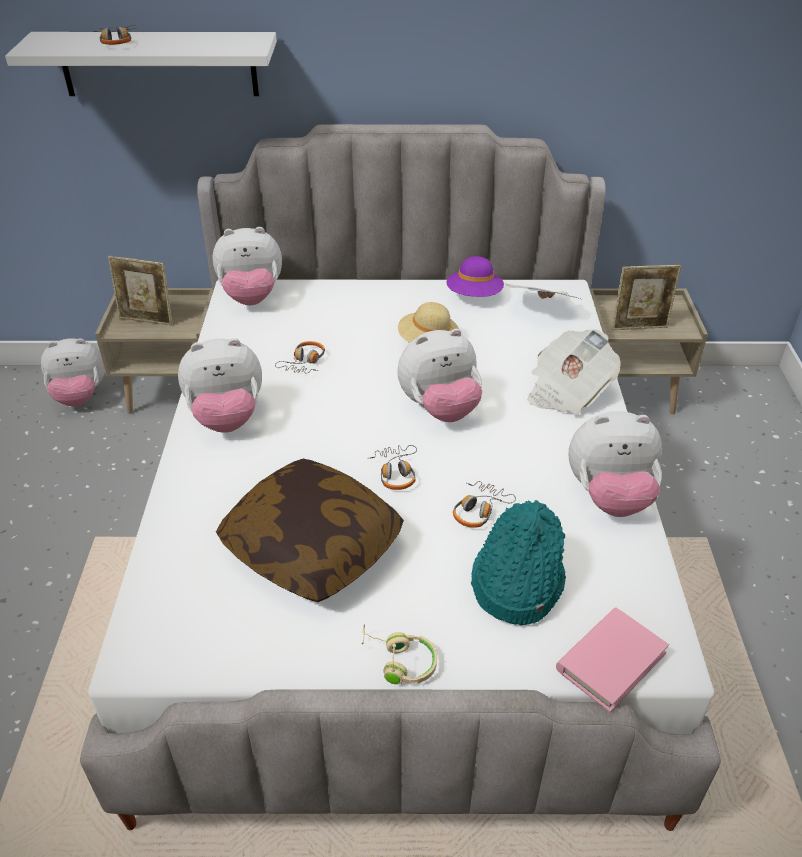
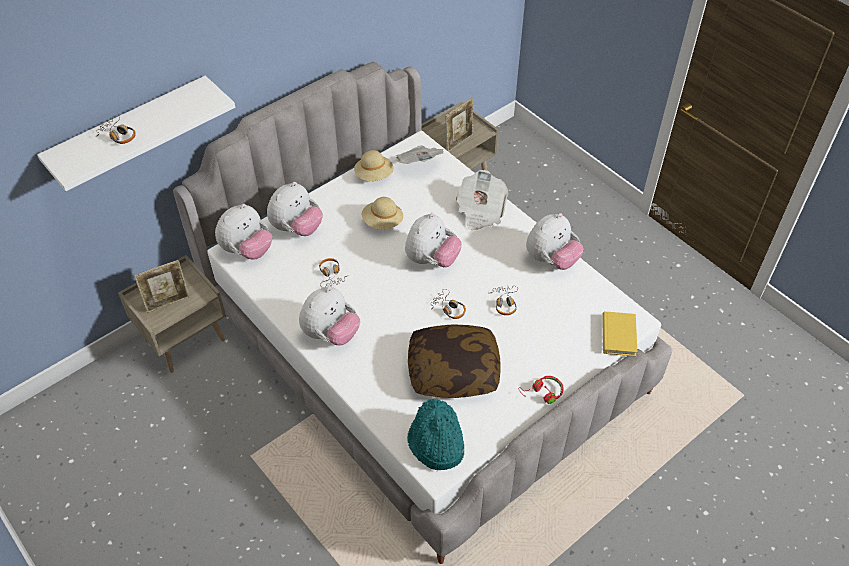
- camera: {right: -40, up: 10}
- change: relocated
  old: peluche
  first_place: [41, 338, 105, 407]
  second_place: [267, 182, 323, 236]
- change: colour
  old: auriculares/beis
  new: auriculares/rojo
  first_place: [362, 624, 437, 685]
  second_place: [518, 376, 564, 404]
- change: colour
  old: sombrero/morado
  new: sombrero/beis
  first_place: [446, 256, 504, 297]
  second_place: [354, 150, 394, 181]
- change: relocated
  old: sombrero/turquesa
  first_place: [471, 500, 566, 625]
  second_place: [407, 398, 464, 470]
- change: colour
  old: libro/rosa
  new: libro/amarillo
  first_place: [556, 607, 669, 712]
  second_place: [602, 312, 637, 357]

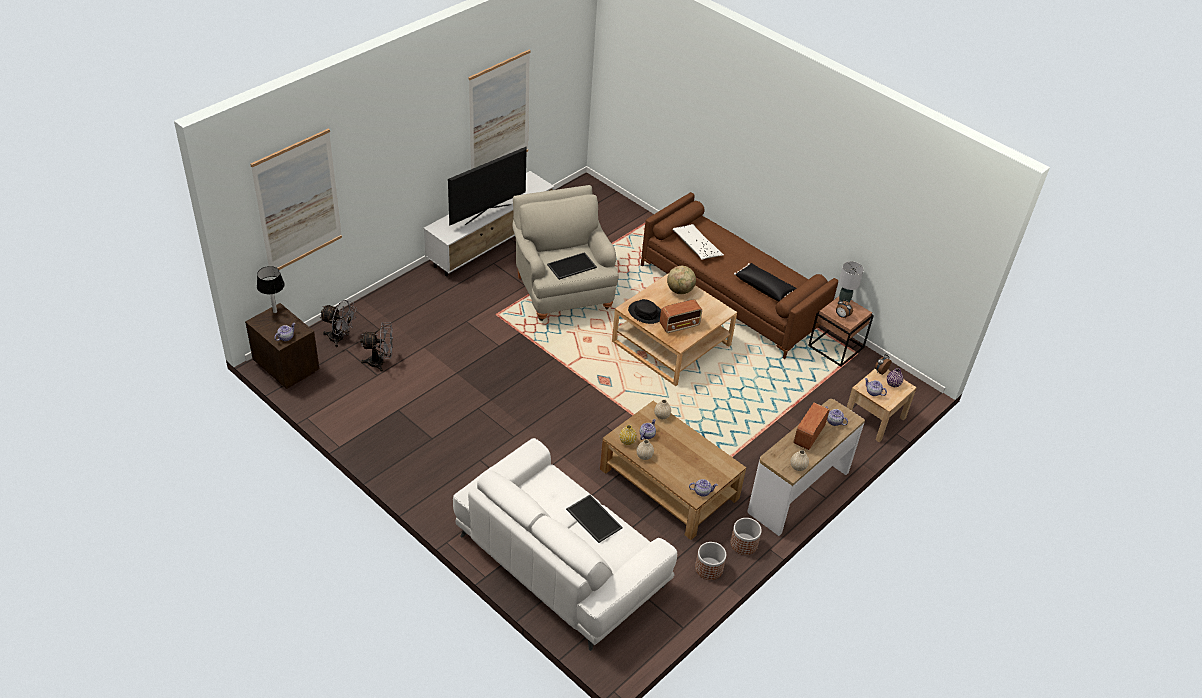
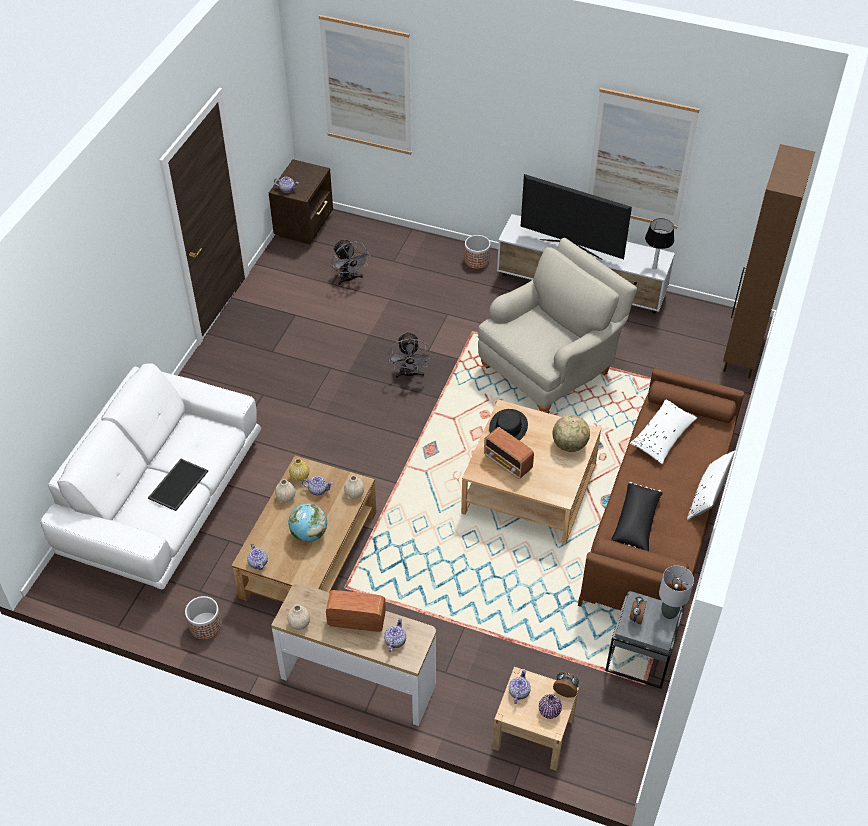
- camera: {right: 70, up: 5}
- change: relocated
  old: lámpara de mesa
  first_place: [257, 266, 285, 313]
  second_place: [645, 218, 674, 269]
- change: relocated
  old: ventilador/gris
  first_place: [320, 300, 357, 347]
  second_place: [389, 331, 431, 378]
- change: missing
  old: bandeja
  first_place: [547, 252, 597, 280]
- change: relocated
  old: maceta
  first_place: [731, 518, 762, 555]
  second_place: [464, 235, 490, 269]
- change: colour
  old: mesa auxiliar/marrón
  new: mesa auxiliar/gris
  first_place: [808, 296, 874, 367]
  second_place: [605, 591, 684, 689]
- change: appeared
  new: globo terráqueo
  second_place: [288, 503, 327, 542]
- change: appeared
  new: cojín/blanco
  second_place: [687, 450, 735, 520]
- change: appeared
  new: armario/marrón
  second_place: [723, 144, 815, 378]

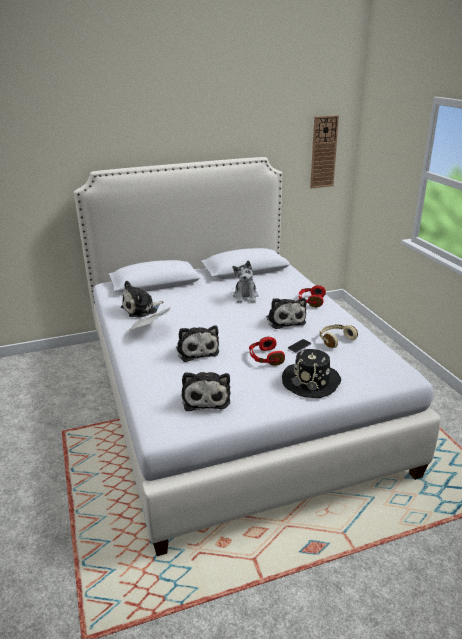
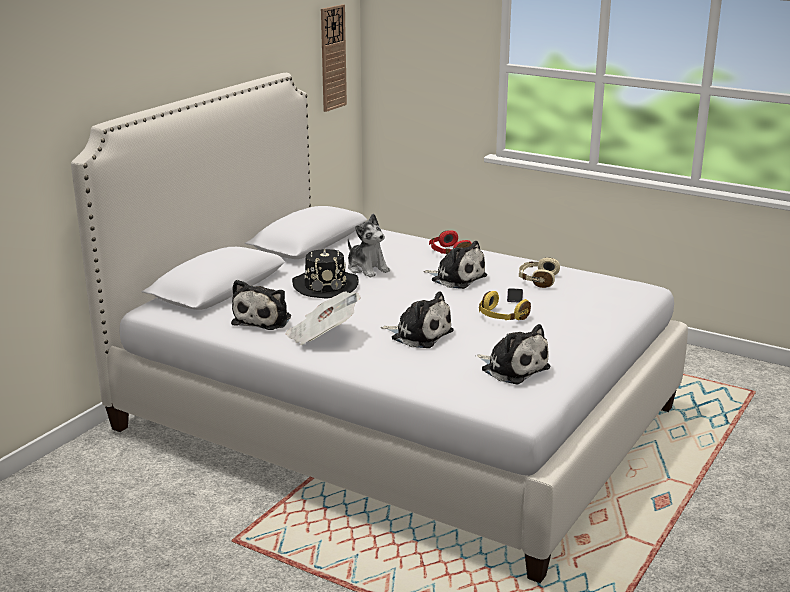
- camera: {right: -40, up: -5}
- change: colour
  old: auriculares/rojo
  new: auriculares/amarillo
  first_place: [249, 337, 285, 366]
  second_place: [479, 291, 531, 320]
- change: relocated
  old: sombrero/negro
  first_place: [282, 349, 341, 398]
  second_place: [292, 249, 359, 299]

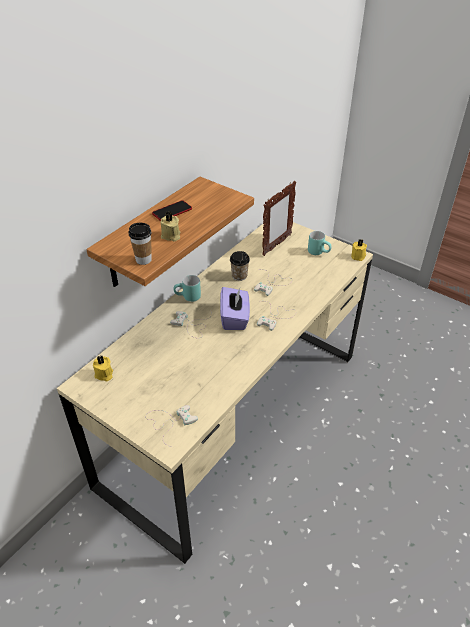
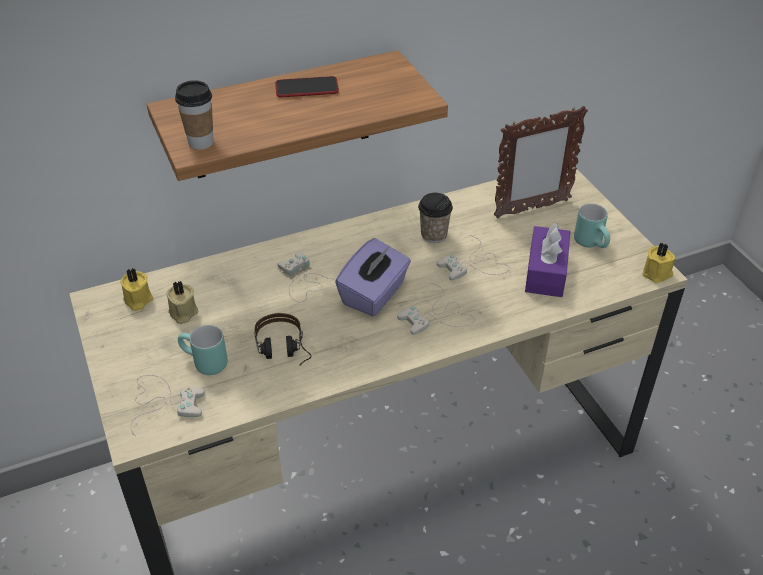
- camera: {right: 30, up: 0}
- change: relocated
  old: vela/beis
  first_place: [160, 211, 180, 241]
  second_place: [167, 281, 198, 324]
- change: relocated
  old: taza grande/turquesa
  first_place: [173, 275, 201, 302]
  second_place: [178, 325, 228, 375]
- change: appeared
  new: auriculares
  second_place: [255, 313, 311, 365]
- change: appeared
  new: caja de pañuelos/morado
  second_place: [525, 223, 570, 297]

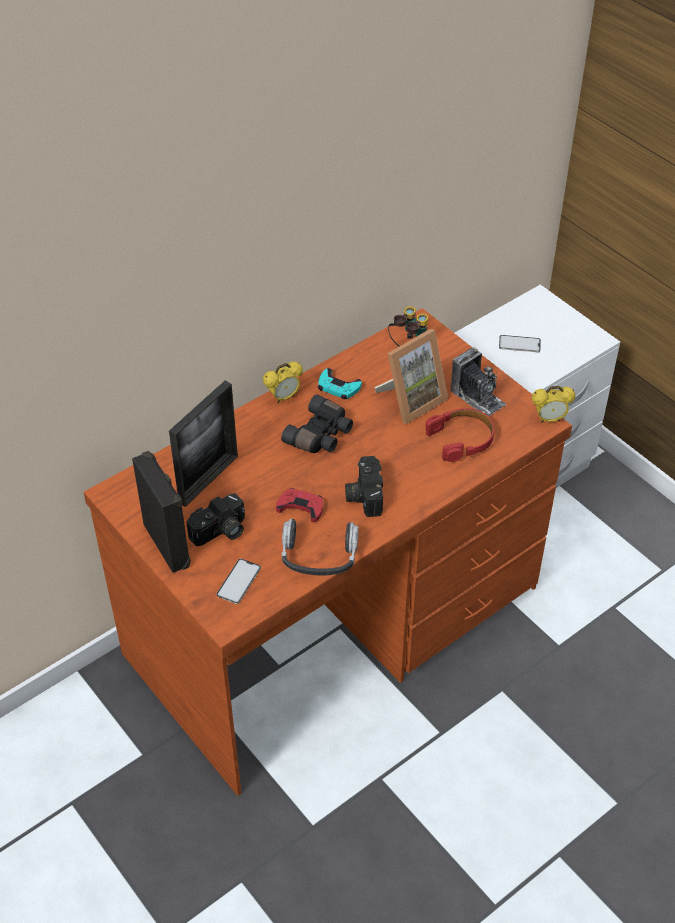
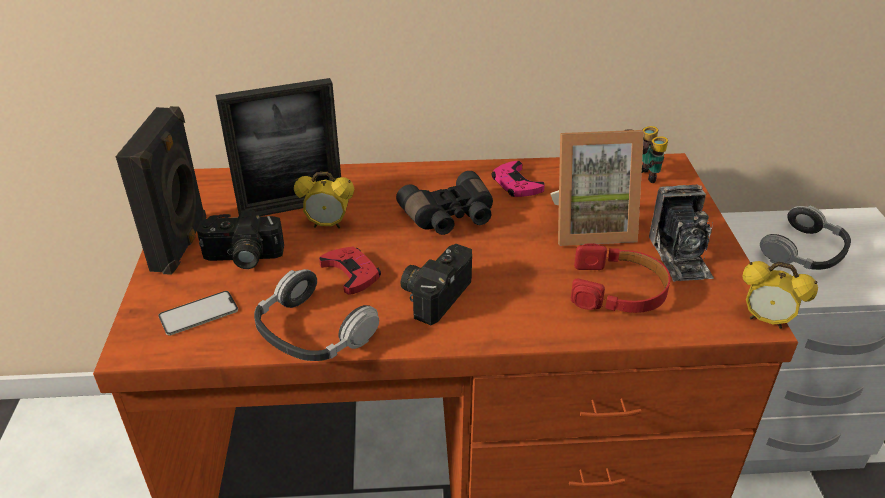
- camera: {right: 35, up: -10}
- change: relocated
  old: despertador
  first_place: [263, 362, 303, 403]
  second_place: [294, 172, 354, 229]
- change: colour
  old: mando de consola/turquesa
  new: mando de consola/rosa
  first_place: [318, 368, 362, 399]
  second_place: [491, 161, 545, 197]
- change: exchanged
  old: móvil
  new: auriculares
  first_place: [499, 335, 541, 352]
  second_place: [760, 206, 851, 270]

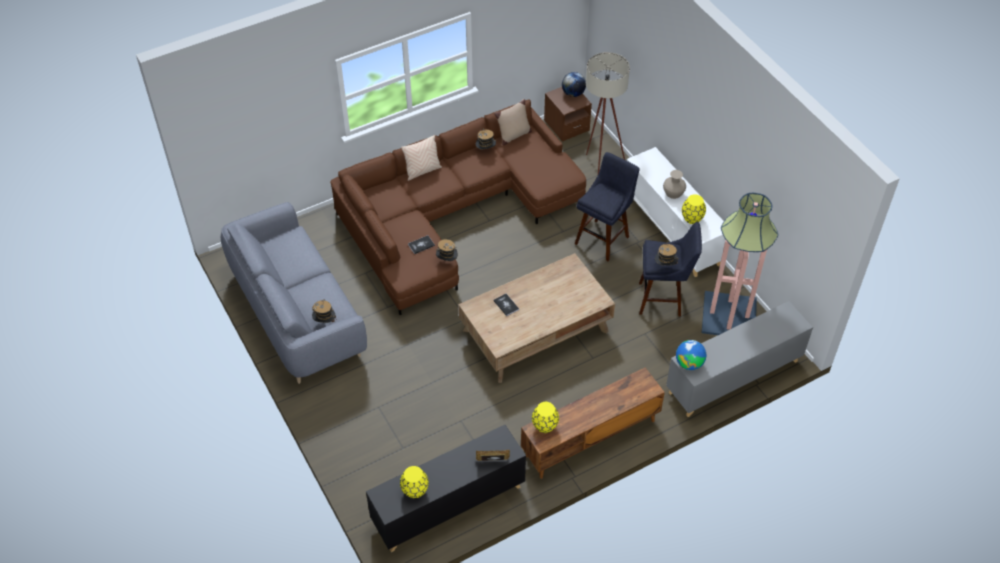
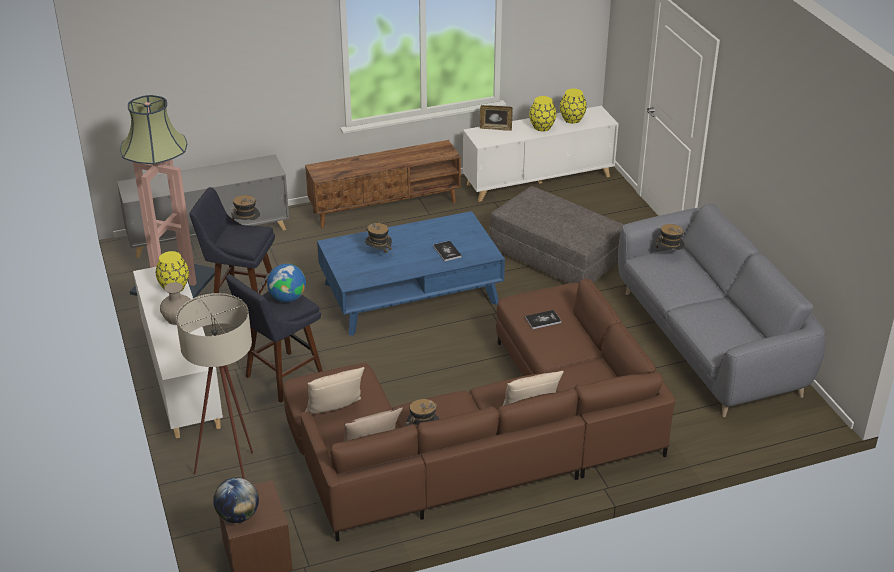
- camera: {right: -170, up: -15}
- change: colour
  old: armario/negro
  new: armario/blanco
  first_place: [366, 425, 526, 552]
  second_place: [463, 106, 619, 202]
- change: relocated
  old: sombrero
  first_place: [436, 239, 458, 261]
  second_place: [365, 221, 392, 253]
- change: colour
  old: mesa de centro/marrón
  new: mesa de centro/azul
  first_place: [458, 253, 615, 383]
  second_place: [317, 211, 505, 336]
- change: relocated
  old: florero/amarillo
  first_place: [532, 402, 559, 433]
  second_place: [529, 96, 556, 131]
- change: relocated
  old: globo terráqueo
  first_place: [676, 340, 706, 370]
  second_place: [267, 264, 306, 302]
- change: appeared
  new: cojín/beis
  second_place: [305, 367, 364, 414]
- change: appeared
  new: puf/gris
  second_place: [490, 186, 623, 283]

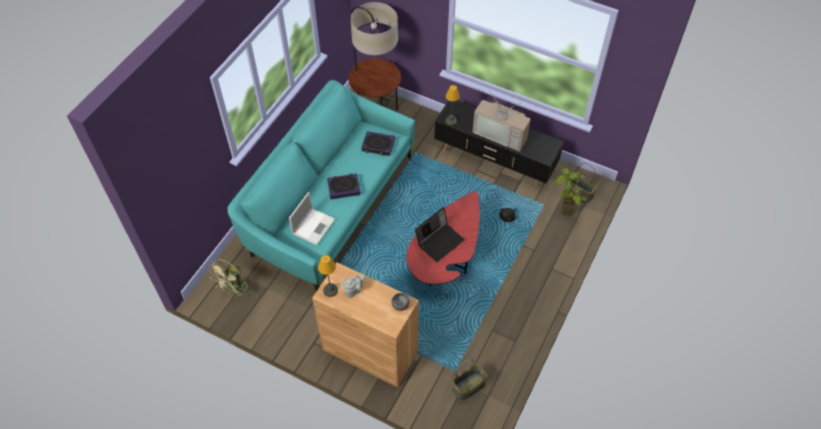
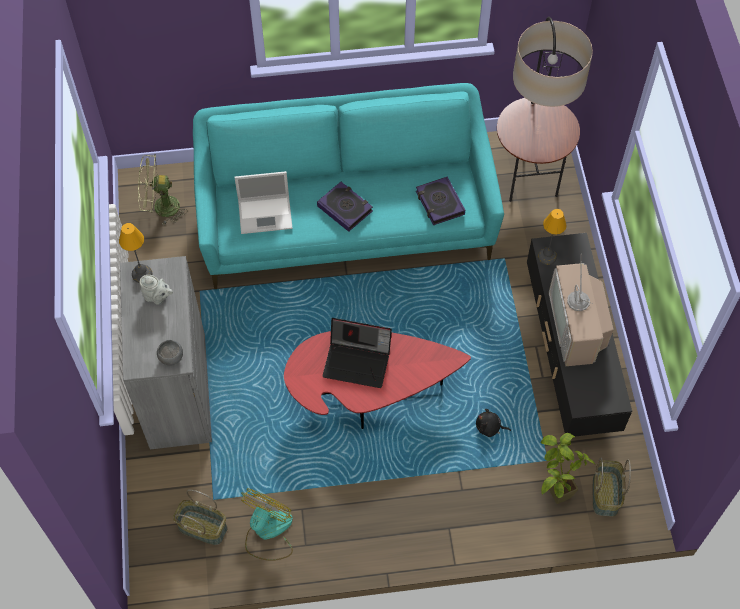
- camera: {right: 55, up: 5}
- change: colour
  old: armario/marrón
  new: armario/gris
  first_place: [312, 262, 419, 387]
  second_place: [120, 256, 212, 449]
- change: appeared
  new: ventilador
  second_place: [241, 488, 293, 561]

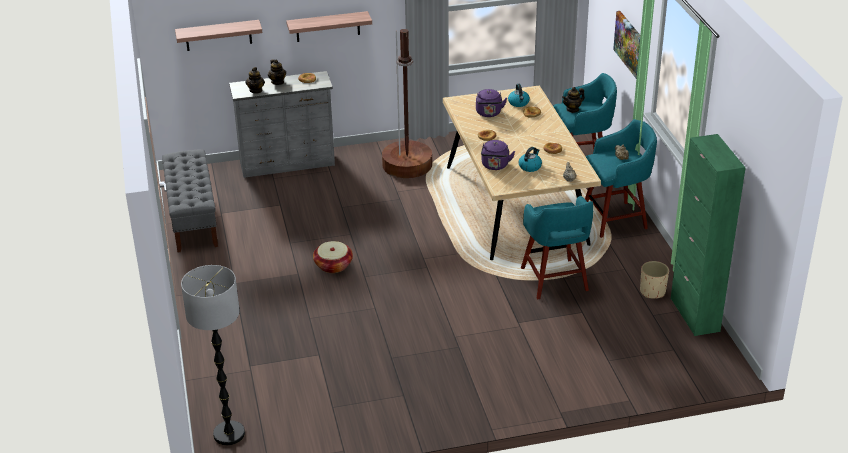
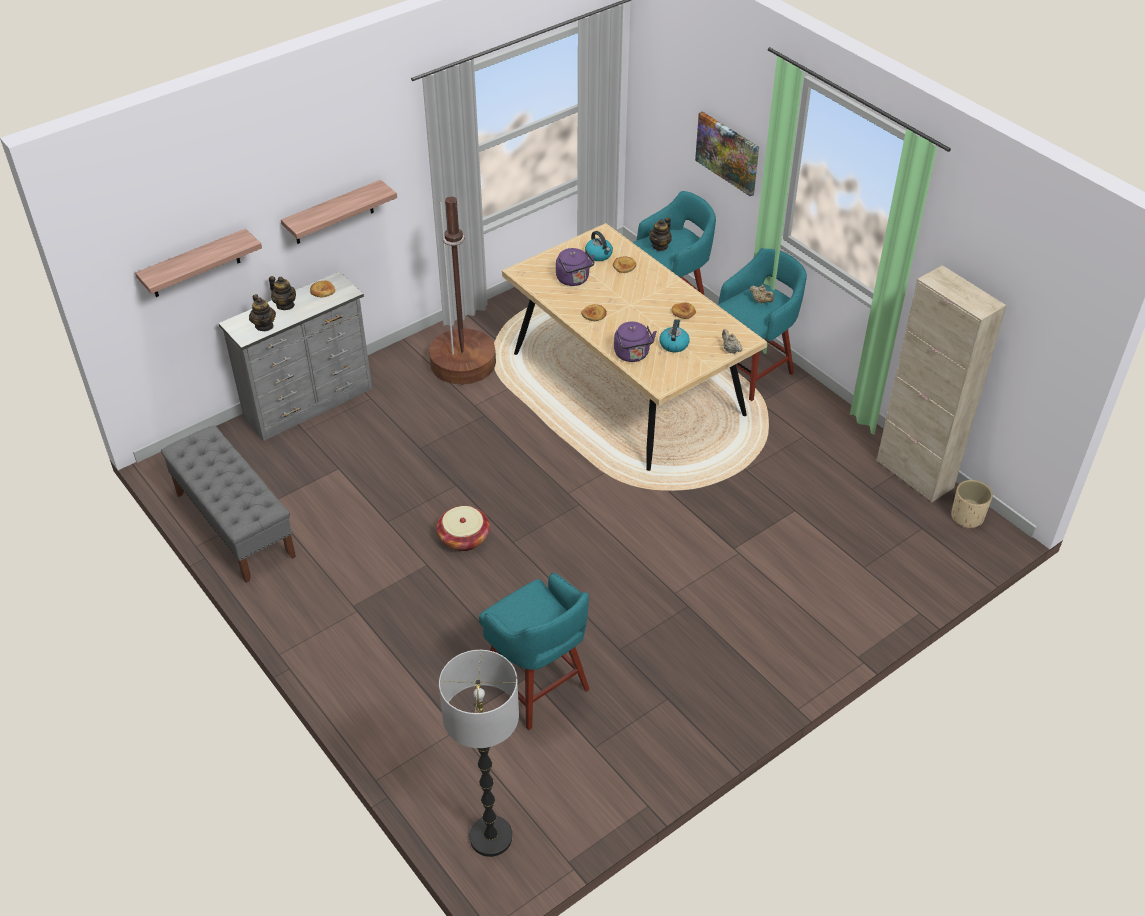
- camera: {right: -25, up: 10}
- change: relocated
  old: taburete/turquesa
  first_place: [521, 196, 593, 299]
  second_place: [479, 573, 590, 730]
- change: relocated
  old: maceta/beis
  first_place: [640, 261, 669, 299]
  second_place: [951, 480, 993, 529]
- change: colour
  old: armario/verde
  new: armario/beis
  first_place: [671, 134, 746, 336]
  second_place: [877, 265, 1007, 503]

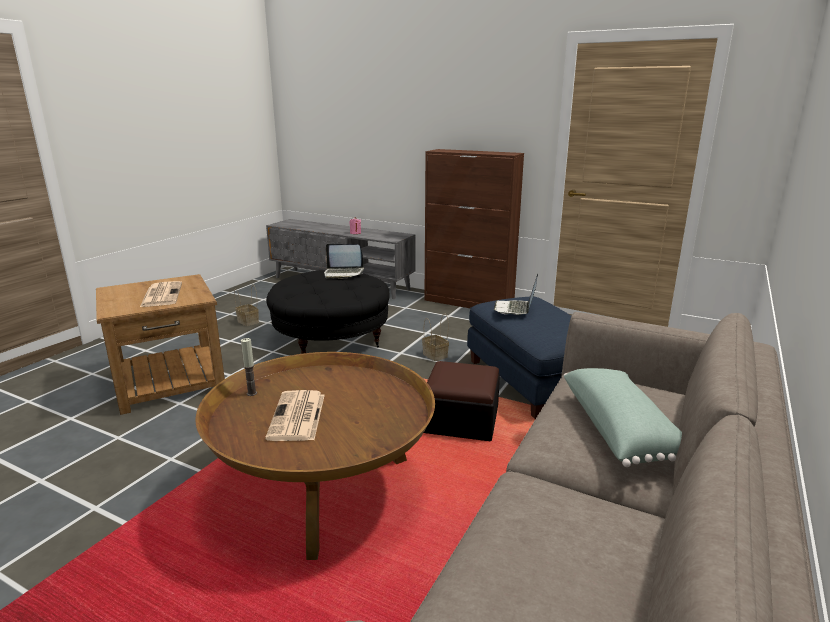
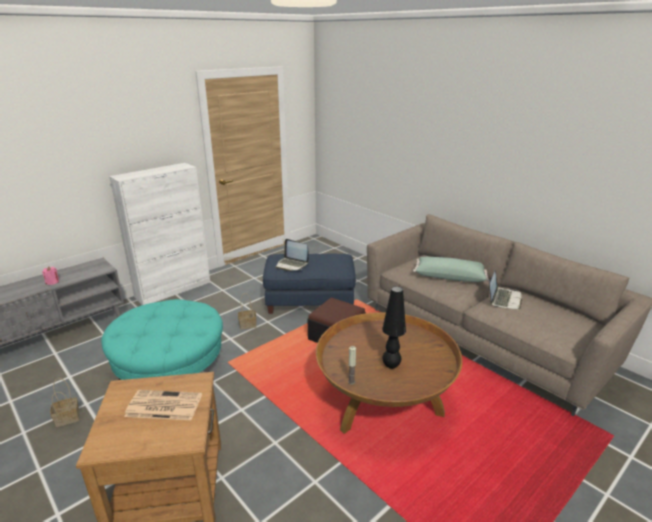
- camera: {right: -70, up: 5}
- change: exchanged
  old: periódico
  new: lámpara de mesa/negro
  first_place: [265, 390, 325, 441]
  second_place: [382, 286, 406, 369]
- change: colour
  old: puf/negro
  new: puf/turquesa
  first_place: [266, 270, 390, 354]
  second_place: [101, 299, 223, 380]
- change: relocated
  old: portátil
  first_place: [324, 244, 364, 279]
  second_place: [489, 271, 522, 309]
- change: colour
  old: armario/marrón
  new: armario/blanco
  first_place: [424, 149, 524, 308]
  second_place: [109, 163, 210, 305]

